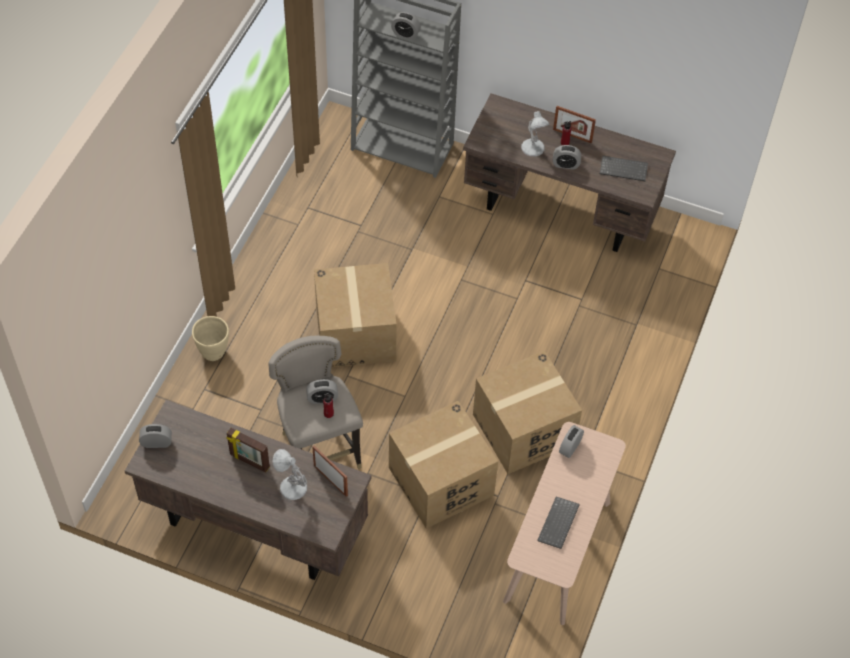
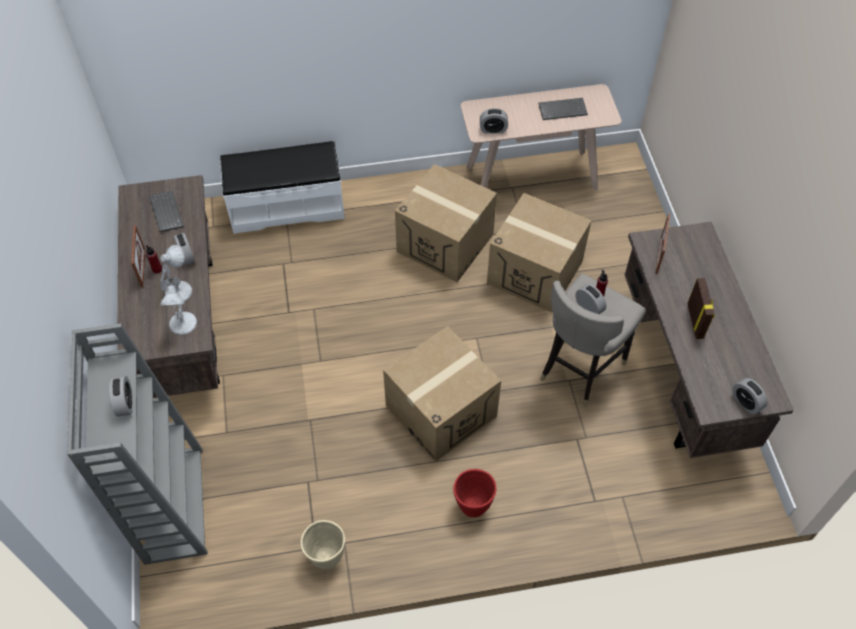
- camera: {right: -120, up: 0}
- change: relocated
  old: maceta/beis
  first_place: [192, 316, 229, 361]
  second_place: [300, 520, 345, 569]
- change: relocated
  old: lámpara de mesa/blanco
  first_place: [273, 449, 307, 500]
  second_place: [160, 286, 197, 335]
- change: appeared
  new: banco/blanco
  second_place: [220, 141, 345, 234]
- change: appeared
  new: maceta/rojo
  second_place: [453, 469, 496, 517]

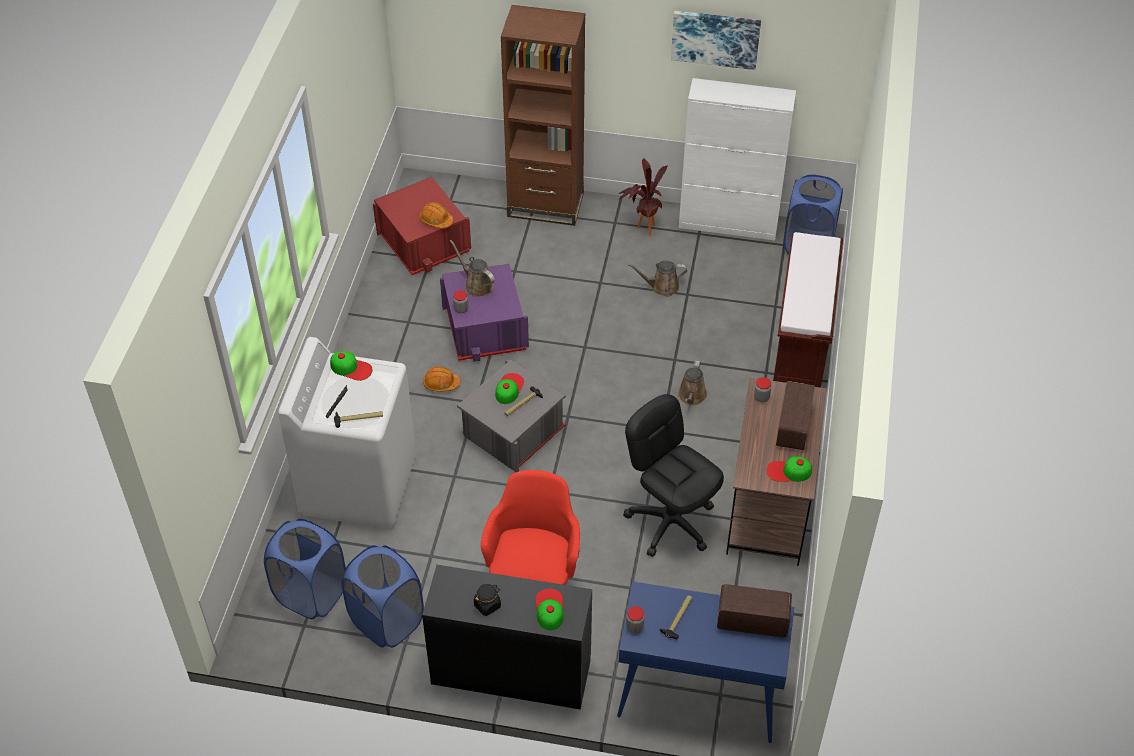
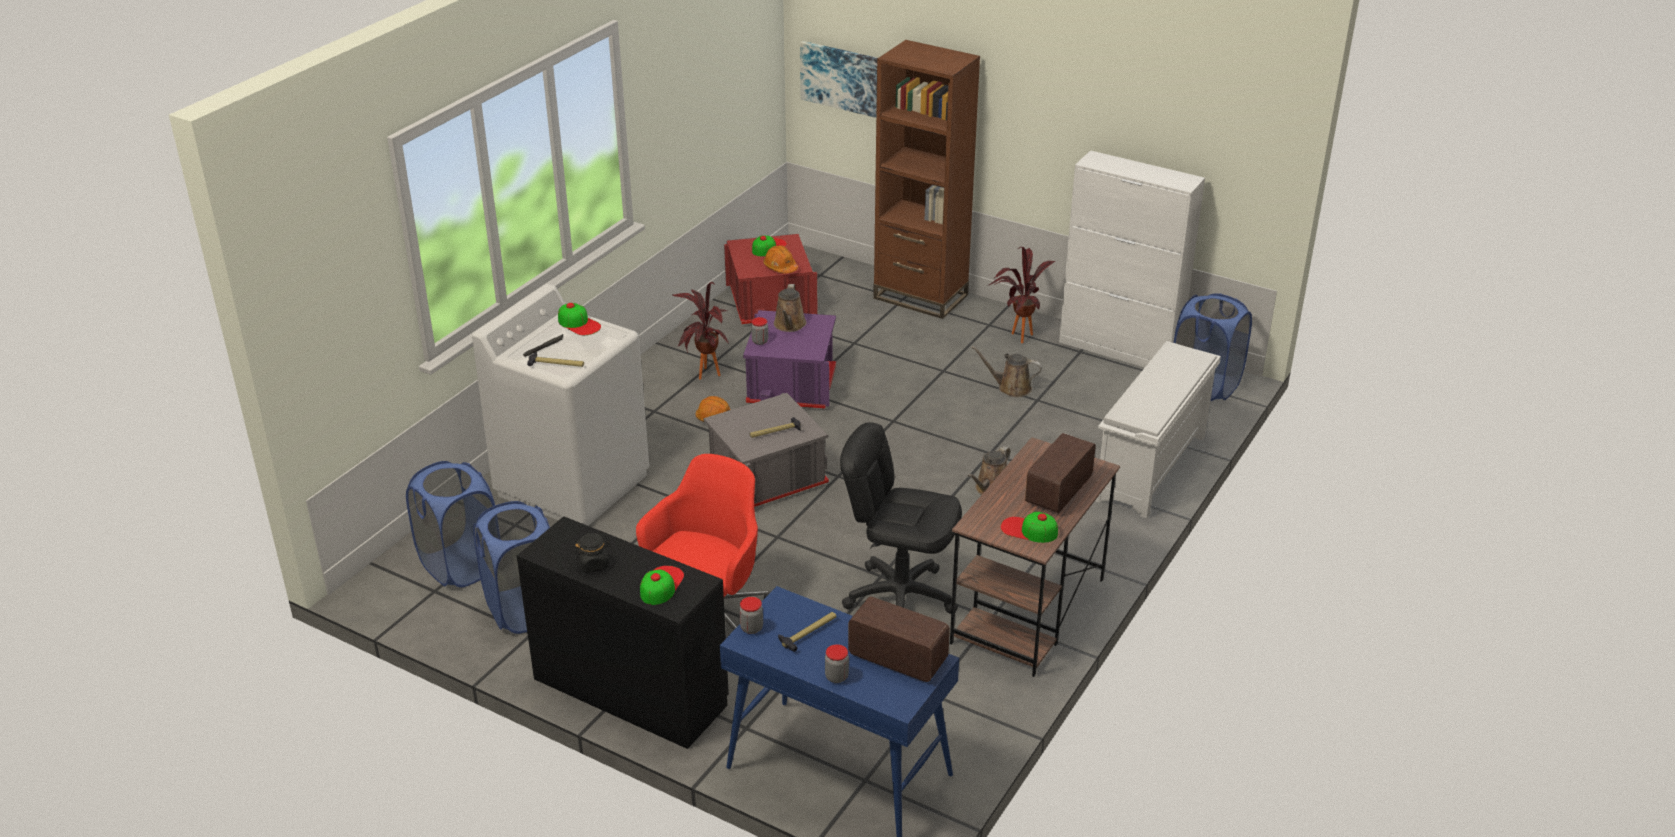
- camera: {right: 20, up: -15}
- change: spun
  old: regadera/marrón
  first_place: [450, 240, 495, 297]
  second_place: [774, 284, 807, 332]
  degrees: -150
- change: relocated
  old: gorra
  first_place: [495, 373, 524, 404]
  second_place: [752, 236, 787, 256]
- change: spun
  old: silla de oficina/negro
  first_place: [623, 394, 724, 557]
  second_place: [840, 422, 962, 614]
  degrees: -45
- change: relocated
  old: cuadro
  first_place: [671, 11, 761, 70]
  second_place: [800, 41, 877, 118]
- change: relocated
  old: tarro
  first_place: [754, 377, 771, 402]
  second_place: [825, 644, 849, 683]
- change: exchanged
  old: banco/marrón
  new: zapatero/blanco
  first_place: [773, 232, 843, 388]
  second_place: [1095, 341, 1221, 519]
- change: appeared
  new: planta en maceta
  second_place: [672, 282, 728, 379]

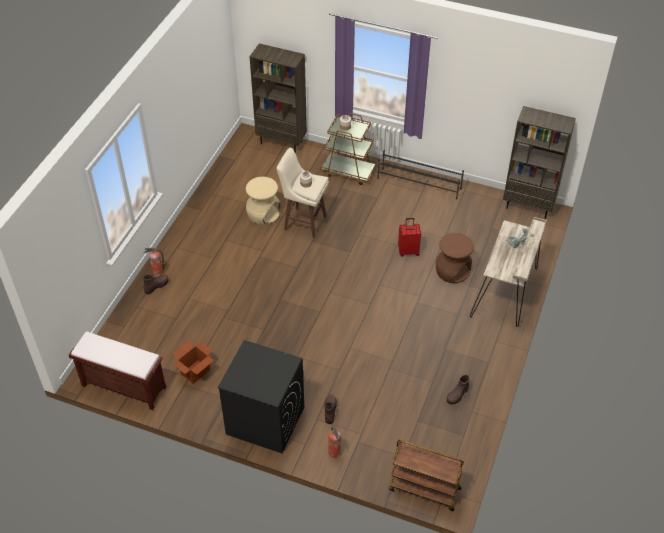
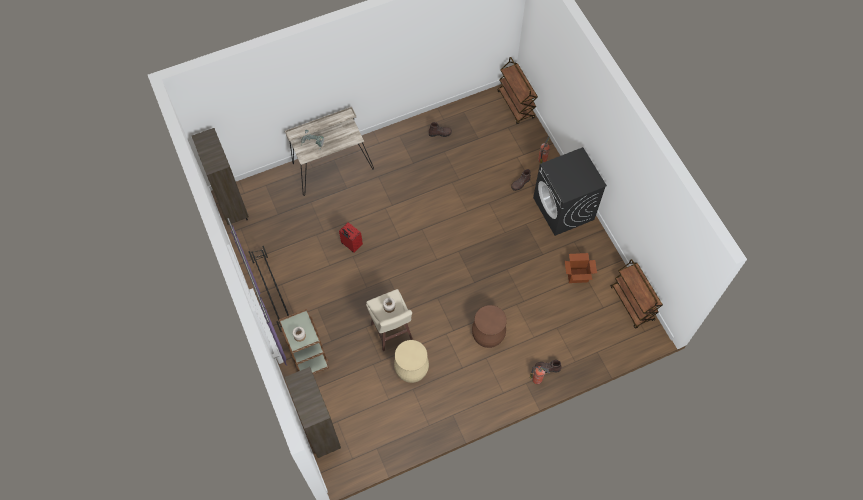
- camera: {right: -135, up: 15}
- change: exchanged
  old: banco/marrón
  new: carrito/marrón
  first_place: [69, 331, 166, 410]
  second_place: [610, 259, 663, 329]
- change: relocated
  old: taburete/marrón
  first_place: [436, 233, 474, 283]
  second_place: [472, 305, 507, 348]

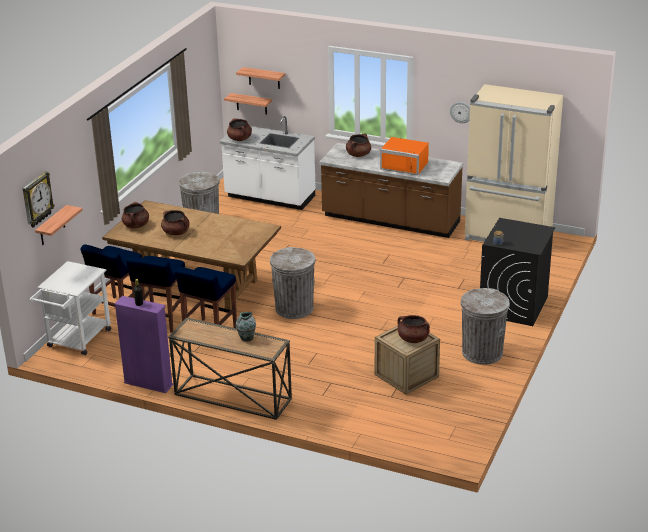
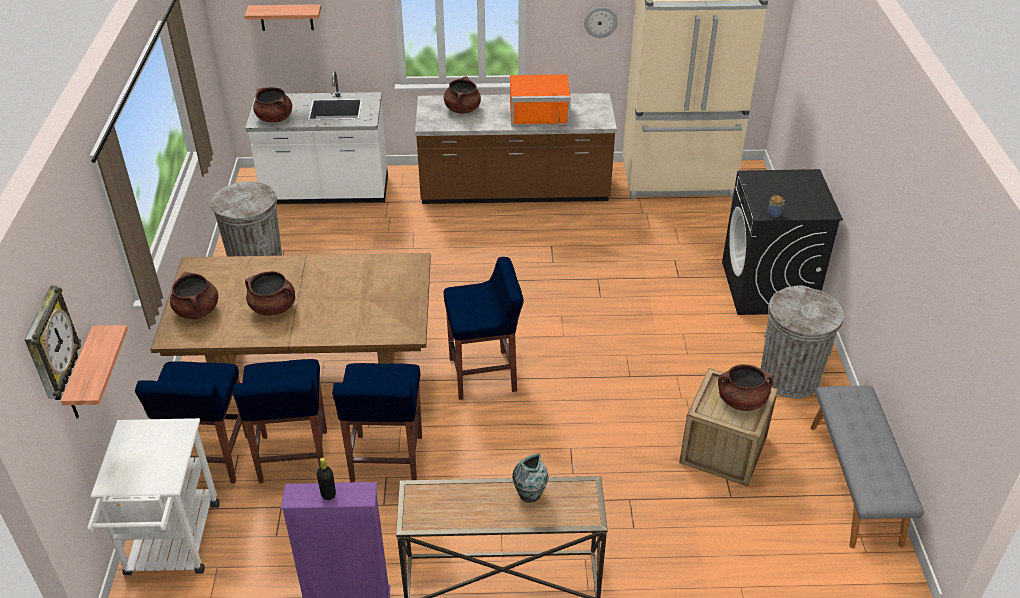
- camera: {right: -25, up: 10}
- change: missing
  old: estante
  first_place: [224, 93, 272, 114]
- change: exchanged
  old: papelera/gris
  new: taburete/azul
  first_place: [270, 247, 316, 319]
  second_place: [444, 257, 524, 400]
- change: appeared
  new: banco/gris
  second_place: [810, 386, 924, 548]

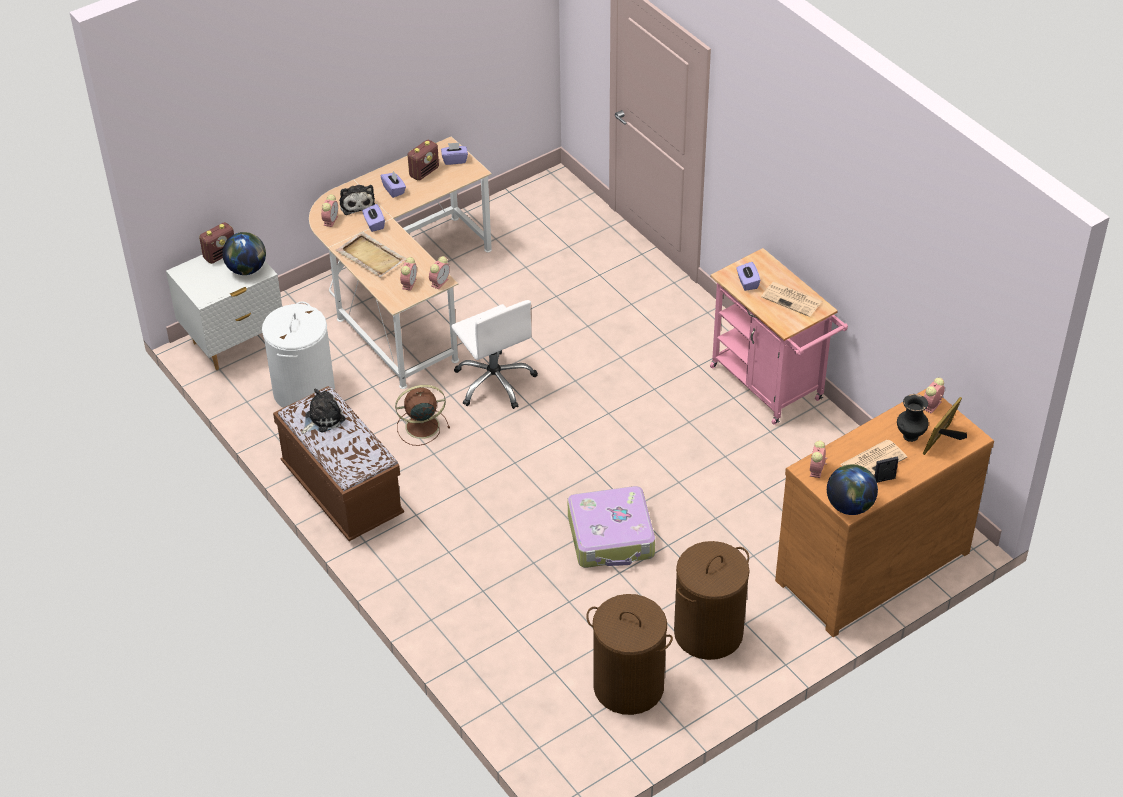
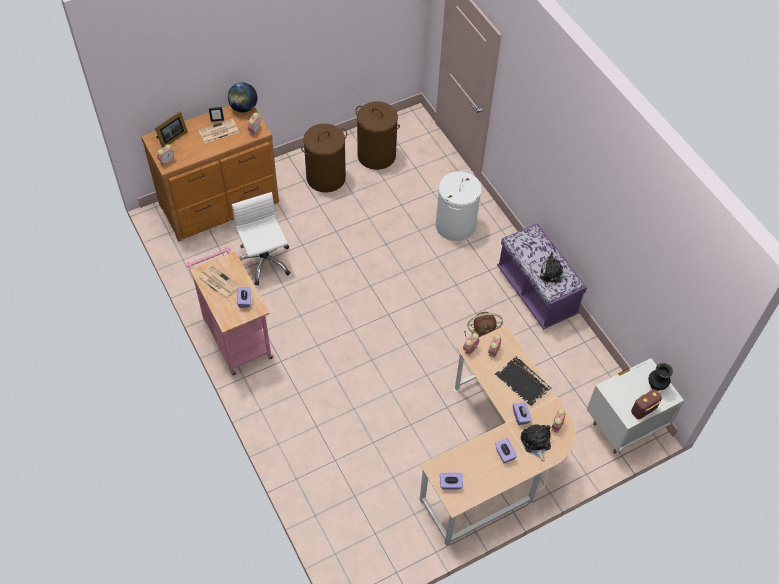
- camera: {right: -175, up: 10}
- change: missing
  old: globo terráqueo
  first_place: [222, 232, 266, 275]
- change: relocated
  old: cesto de la ropa/blanco
  first_place: [262, 301, 335, 408]
  second_place: [436, 170, 482, 241]
- change: colour
  old: banco/marrón
  new: banco/morado
  first_place: [273, 386, 404, 541]
  second_place: [497, 223, 587, 329]
- change: spun
  old: peluche
  first_place: [301, 388, 346, 434]
  second_place: [540, 252, 572, 283]
  degrees: 45
- change: colour
  old: bandeja/beis
  new: bandeja/negro
  first_place: [335, 231, 407, 277]
  second_place: [495, 357, 552, 406]
- change: missing
  old: radio
  first_place: [408, 140, 439, 181]
- change: relocated
  old: silla de oficina/blanco
  first_place: [451, 300, 538, 409]
  second_place: [232, 192, 291, 285]
- change: missing
  old: maleta
  first_place: [568, 486, 655, 568]
- change: relocated
  old: florero/negro
  first_place: [897, 394, 929, 442]
  second_place: [648, 363, 673, 391]

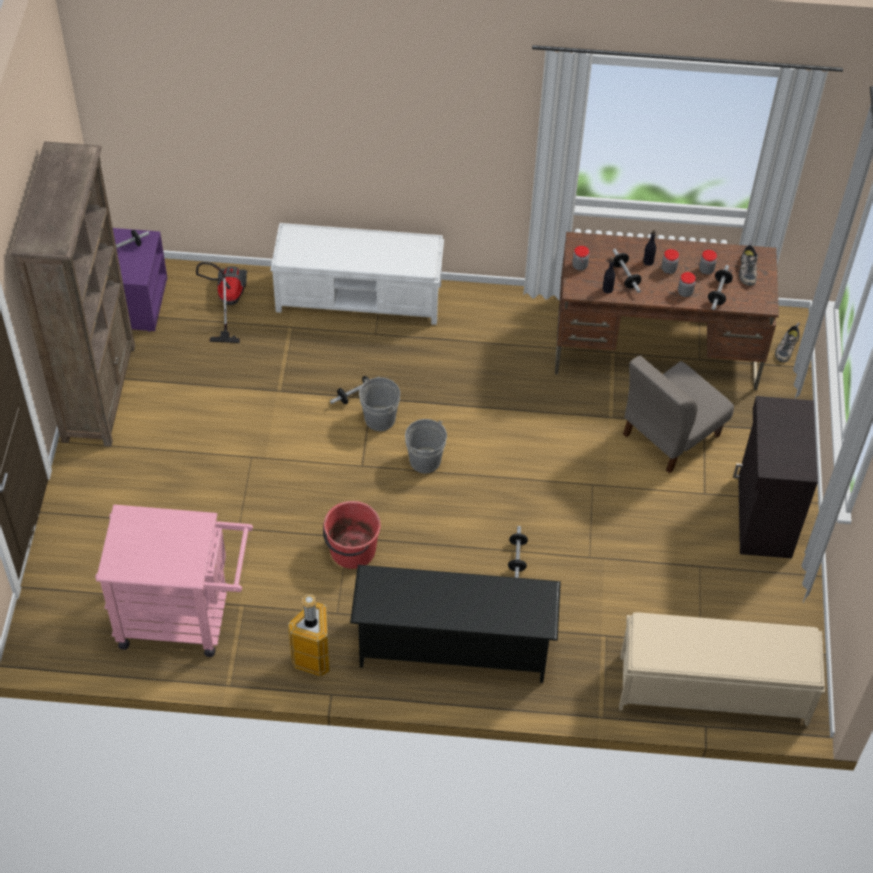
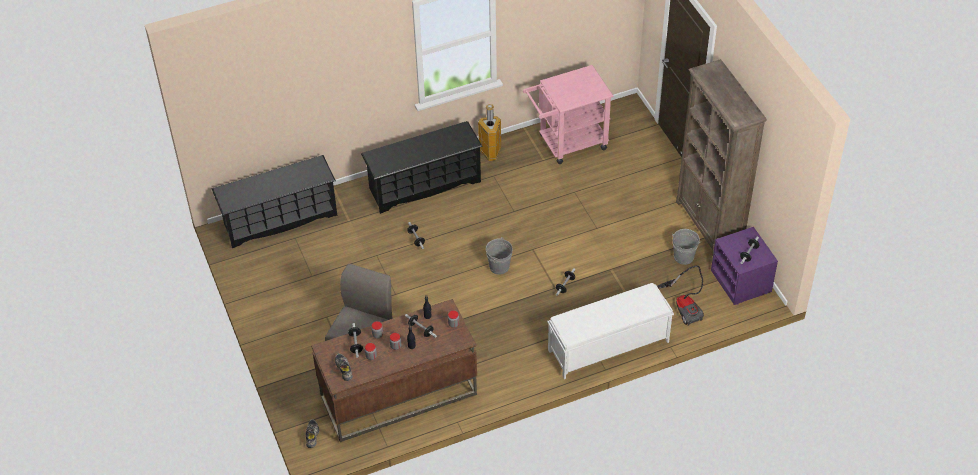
- camera: {right: 155, up: -5}
- change: missing
  old: cubo/rojo
  first_place: [323, 501, 381, 569]
- change: relocated
  old: cubo/gris
  first_place: [359, 377, 400, 431]
  second_place: [672, 229, 700, 265]
- change: exchanged
  old: banco/beis
  new: zapatero/negro
  first_place: [619, 612, 825, 726]
  second_place: [212, 155, 337, 248]
- change: missing
  old: armario/negro
  first_place: [733, 396, 818, 559]

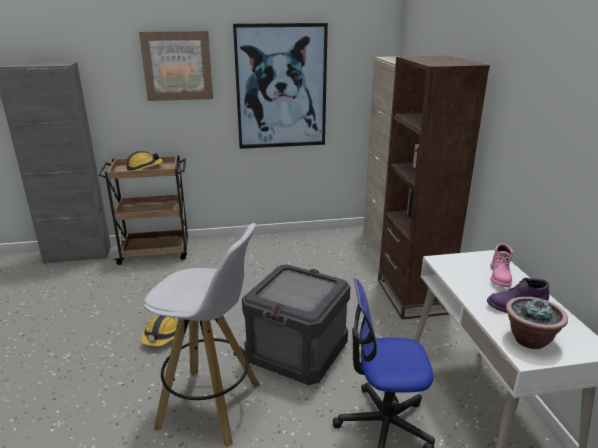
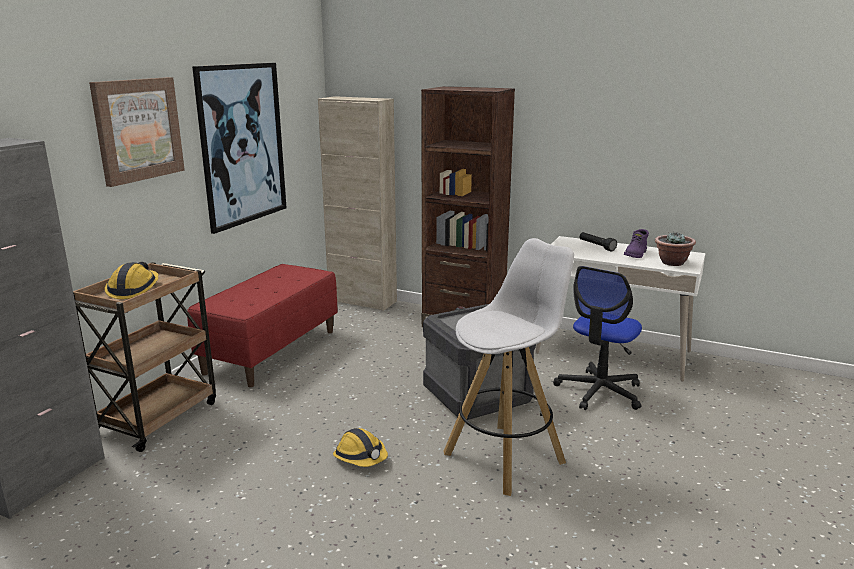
- camera: {right: -55, up: -5}
- change: exchanged
  old: bota/rosa
  new: linterna/negro
  first_place: [490, 243, 513, 287]
  second_place: [579, 232, 617, 251]
- change: appeared
  new: banco/rojo
  second_place: [187, 264, 338, 387]

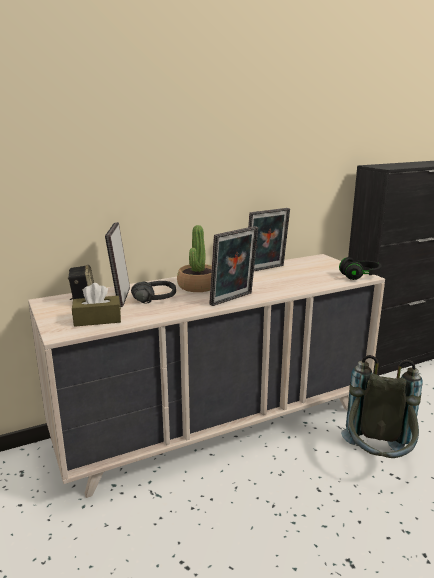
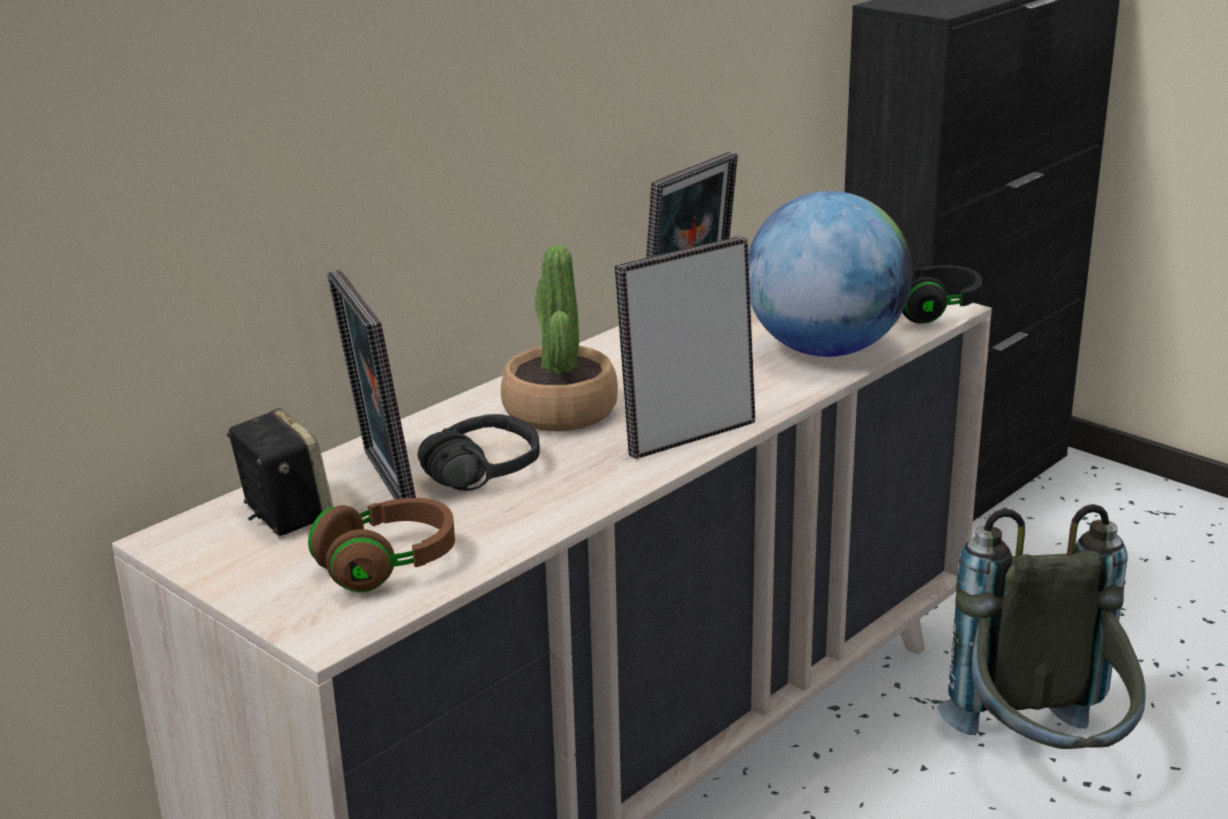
- camera: {right: -20, up: 5}
- change: exchanged
  old: caja de pañuelos/marrón
  new: auriculares/marrón
  first_place: [72, 283, 121, 327]
  second_place: [308, 498, 455, 593]
- change: spun
  old: portarretratos
  first_place: [209, 226, 258, 306]
  second_place: [615, 236, 755, 459]
  degrees: -150
- change: appeared
  new: globo terráqueo
  second_place: [748, 191, 912, 357]

